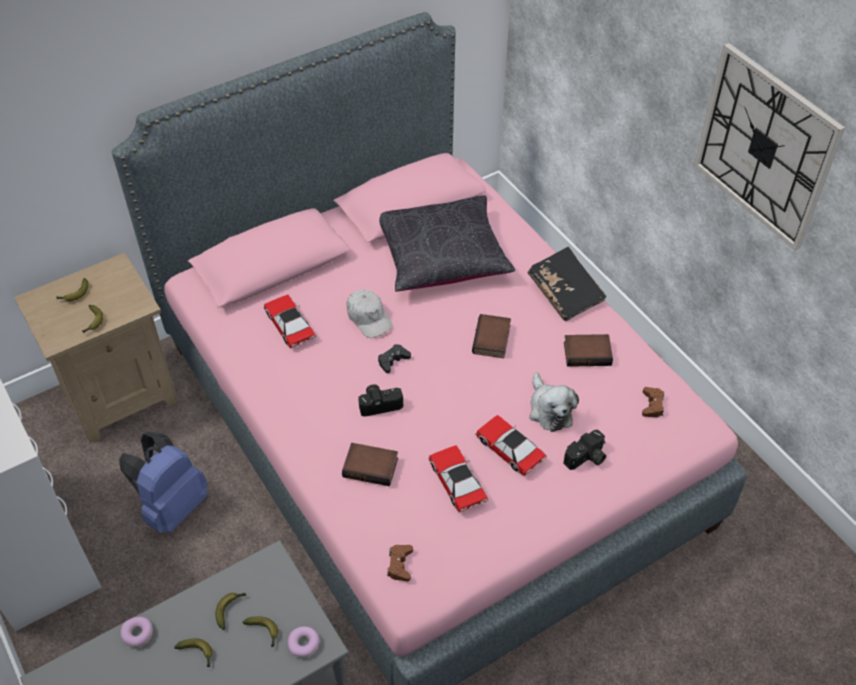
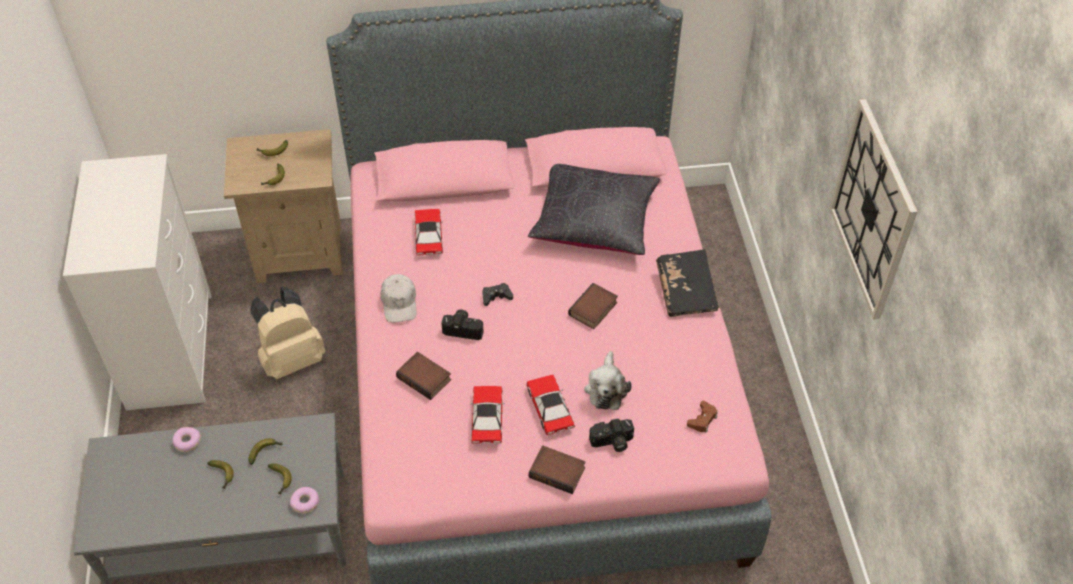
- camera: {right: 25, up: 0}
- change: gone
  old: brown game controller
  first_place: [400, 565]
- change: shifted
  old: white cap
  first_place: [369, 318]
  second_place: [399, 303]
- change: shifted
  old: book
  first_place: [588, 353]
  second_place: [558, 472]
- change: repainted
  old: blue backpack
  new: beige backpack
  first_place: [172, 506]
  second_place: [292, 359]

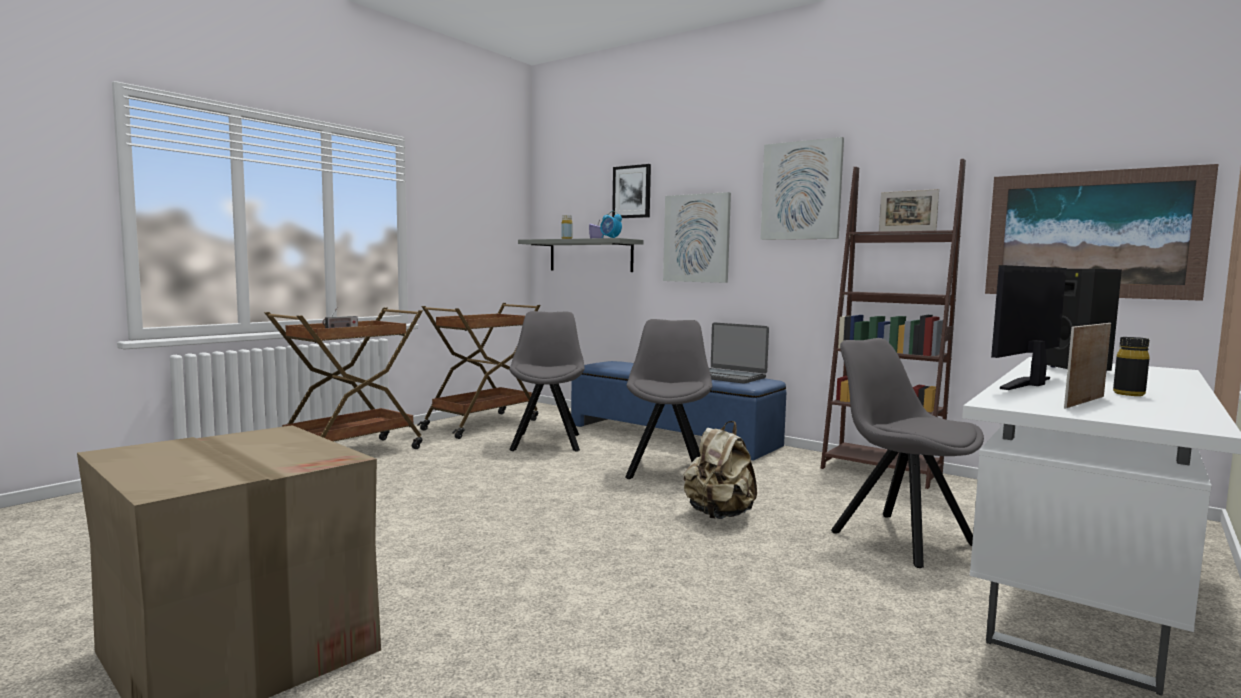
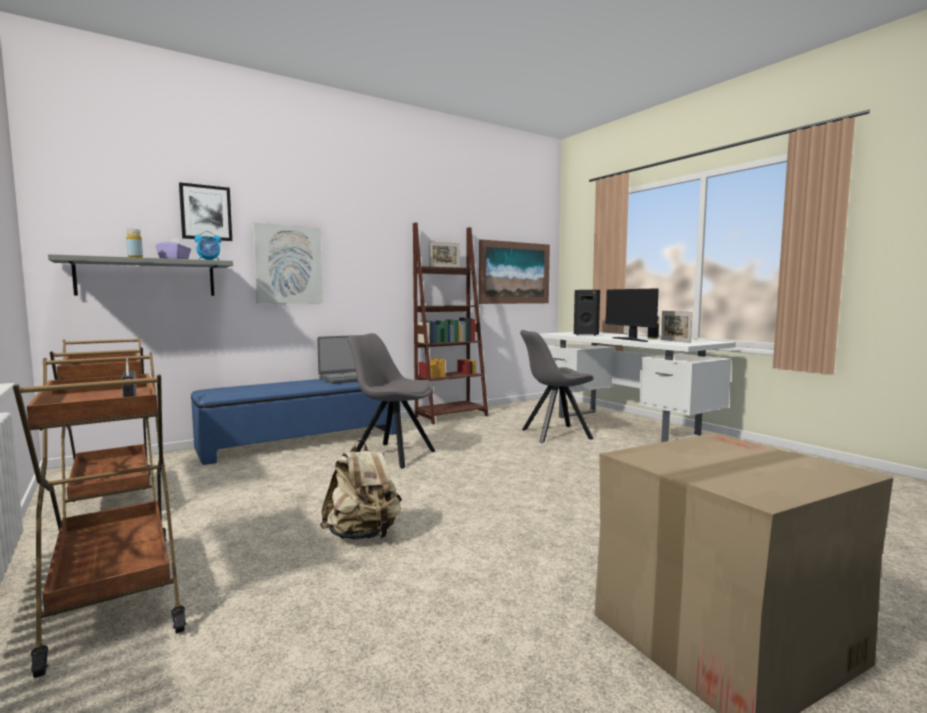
- camera: {right: -70, up: 0}
- change: gone
  old: grey chair
  first_place: [547, 442]
- change: gone
  old: picture
  first_place: [801, 190]
- change: shifted
  old: beige backpack
  first_place: [719, 515]
  second_place: [363, 535]

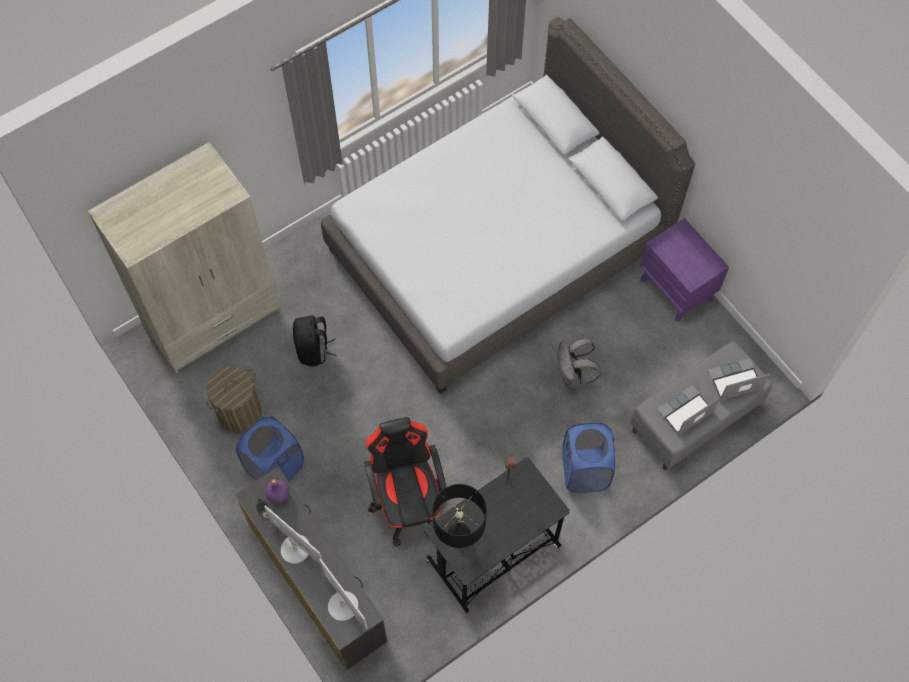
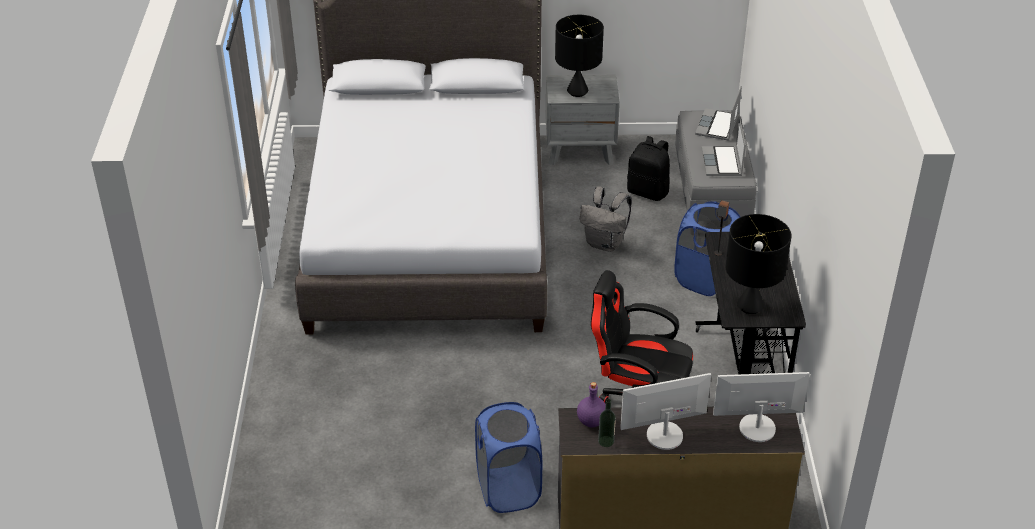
- camera: {right: -55, up: -25}
- change: gone
  old: beige wardrobe
  first_place: [212, 317]
- change: gone
  old: laundry basket
  first_place: [240, 413]
- change: new
  new: black table lamp
  second_place: [577, 92]
- change: shifted
  old: black backpack
  first_place: [314, 350]
  second_place: [648, 191]
- change: repainted
  old: purple nightstand
  new: grey nightstand
  first_place: [676, 289]
  second_place: [580, 150]

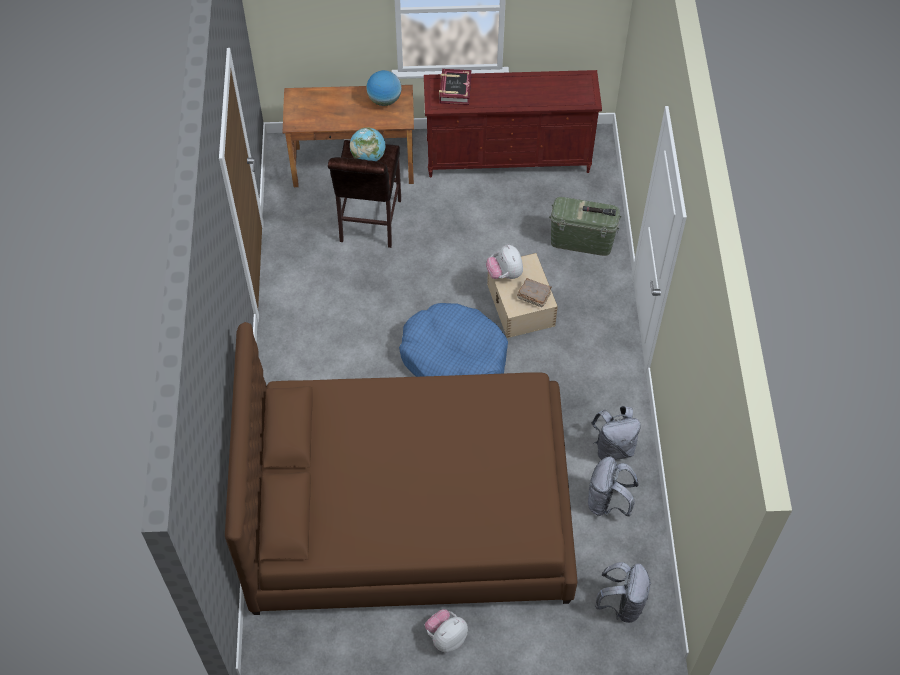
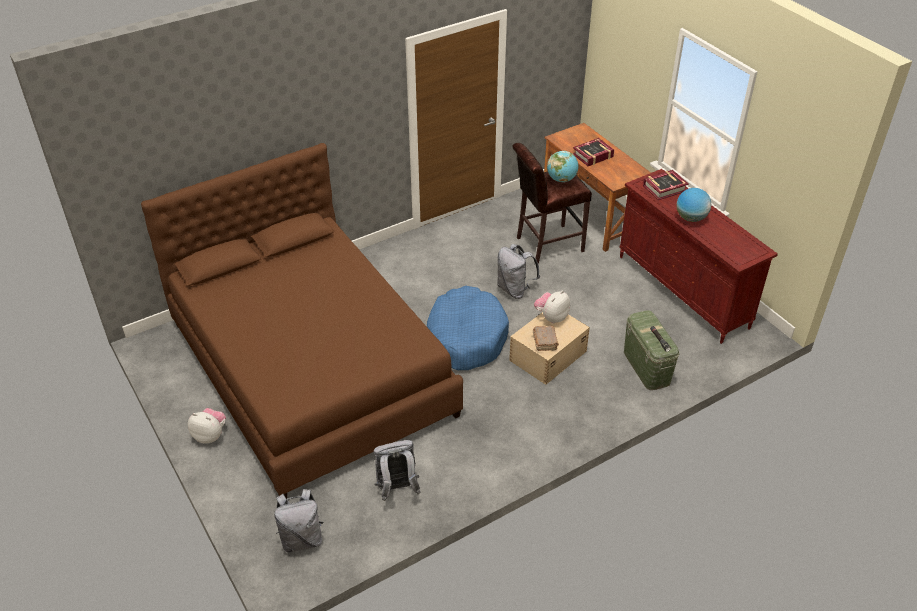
- camera: {right: 60, up: -15}
- change: new
  new: book
  second_place: [593, 156]
- change: shifted
  old: globe
  first_place: [384, 100]
  second_place: [691, 218]
- change: shifted
  old: grey backpack
  first_place: [613, 447]
  second_place: [515, 289]

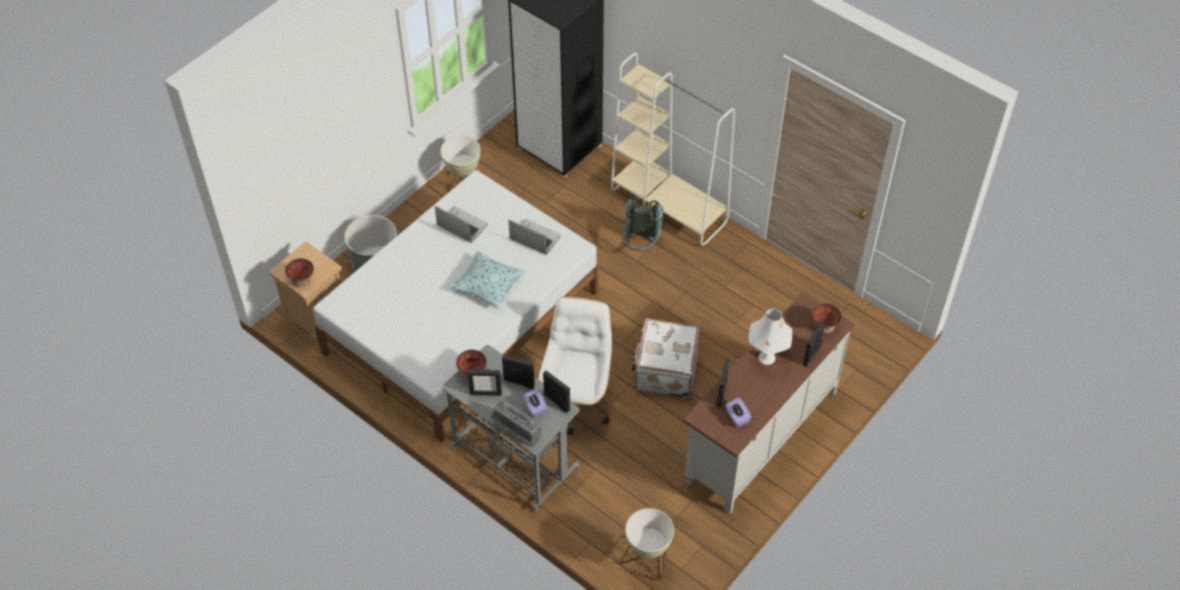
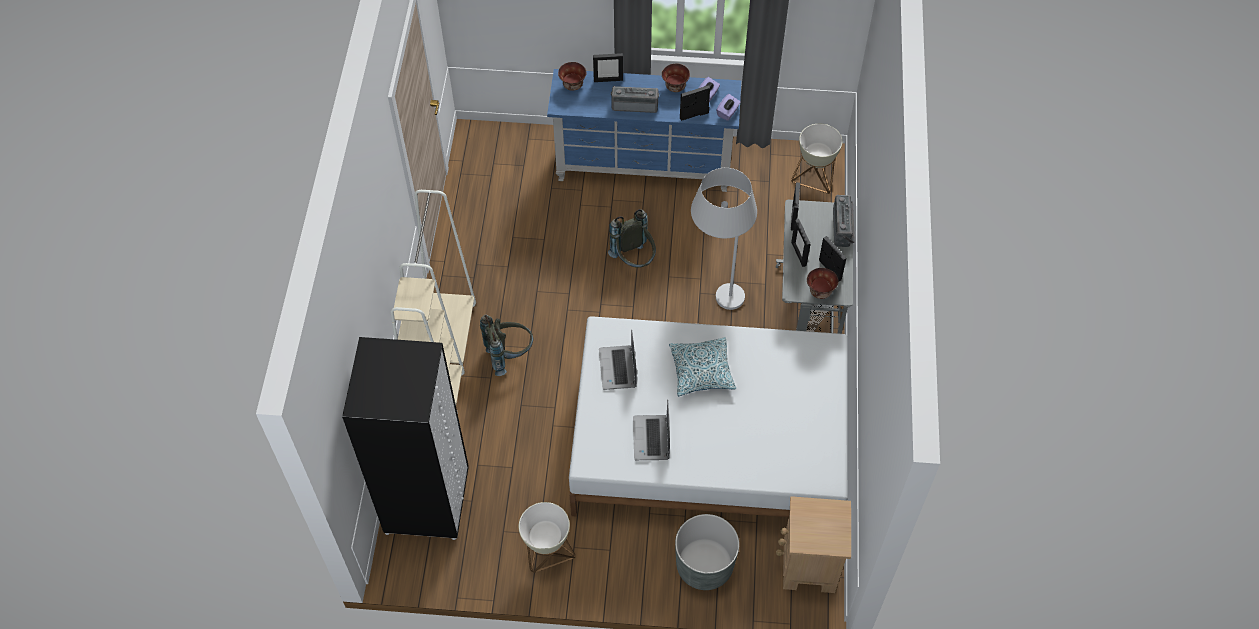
- camera: {right: -125, up: 5}
- change: shifted
  old: bowl
  first_place: [301, 281]
  second_place: [675, 87]
- change: shifted
  old: purple tissue box
  first_place: [535, 407]
  second_place: [728, 112]
- change: swapped
  old: white office chair
  new: white floor lamp
  first_place: [577, 401]
  second_place: [715, 303]
- change: swapped
  old: white suitcase
  new: grey backpack
  first_place: [664, 371]
  second_place: [634, 260]
- change: swapped
  old: white table lamp
  new: radio
  first_place: [766, 357]
  second_place: [635, 105]
- change: repainted
  old: brown dresser
  new: blue dresser
  first_place: [759, 436]
  second_place: [645, 167]

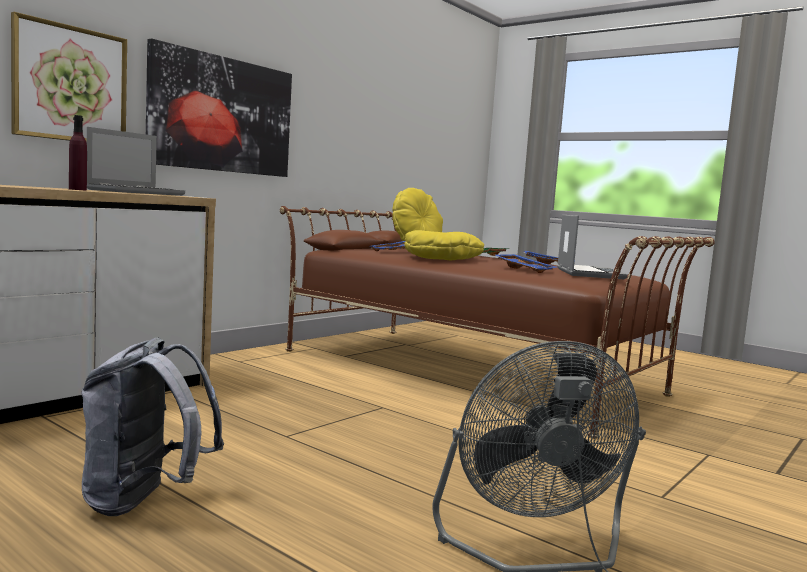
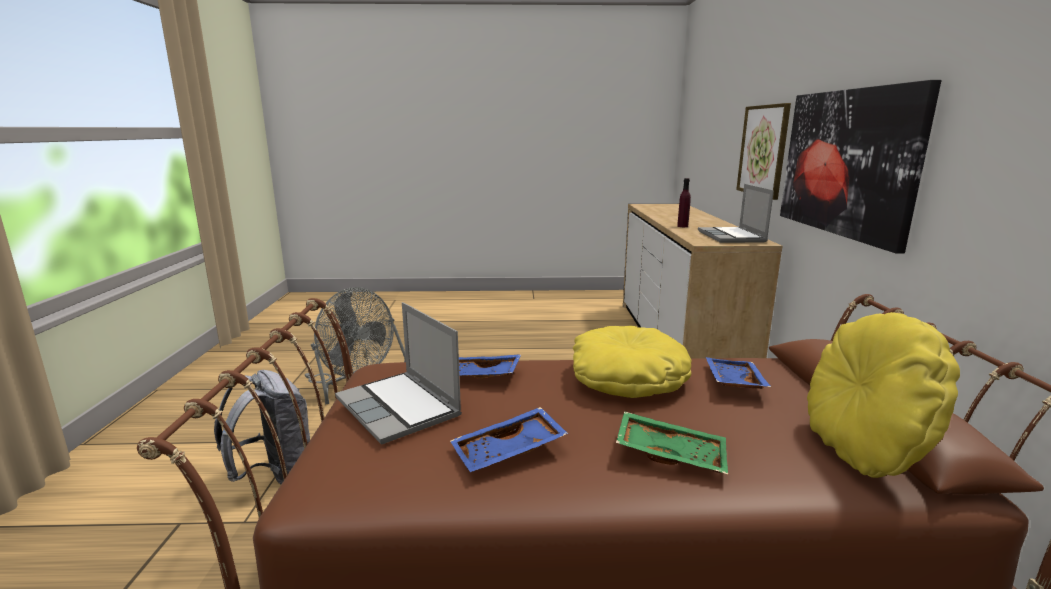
- camera: {right: 140, up: 10}
- change: shifted
  old: grey backpack
  first_place: [145, 501]
  second_place: [275, 475]

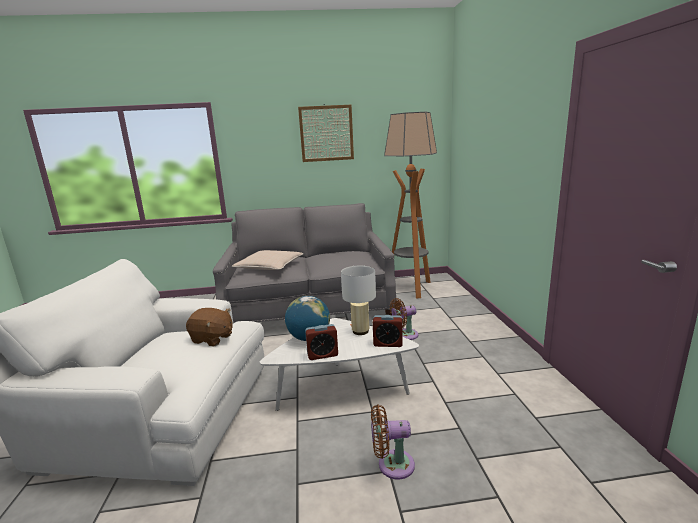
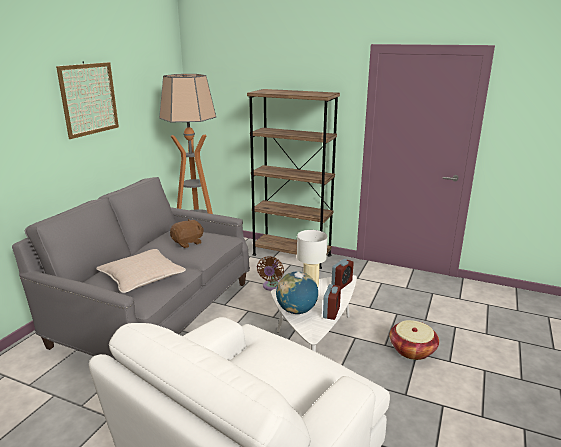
- camera: {right: -60, up: 5}
- change: new
  new: brown bookcase
  second_place: [291, 255]
- change: shifted
  old: brown plush toy
  first_place: [212, 339]
  second_place: [188, 243]
- change: swapped
  old: brown fan
  new: basket
  first_place: [392, 465]
  second_place: [412, 350]

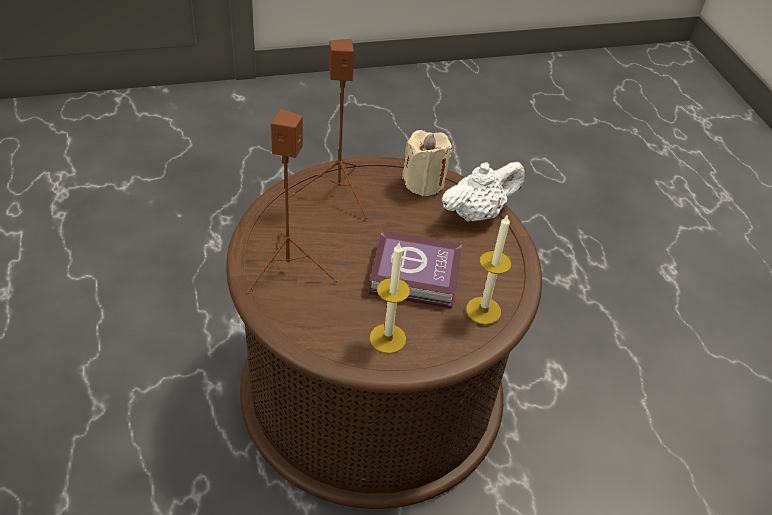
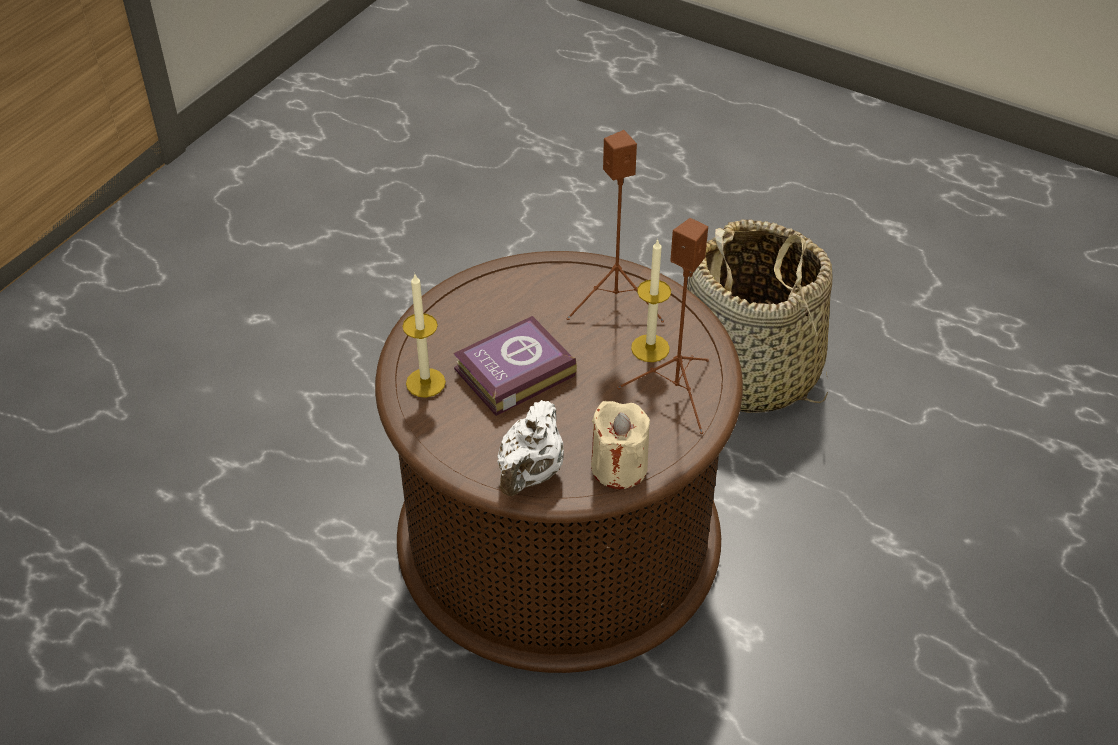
- camera: {right: 140, up: 0}
- change: new
  new: basket
  second_place: [750, 372]
- change: shifted
  old: candle
  first_place: [387, 338]
  second_place: [650, 348]

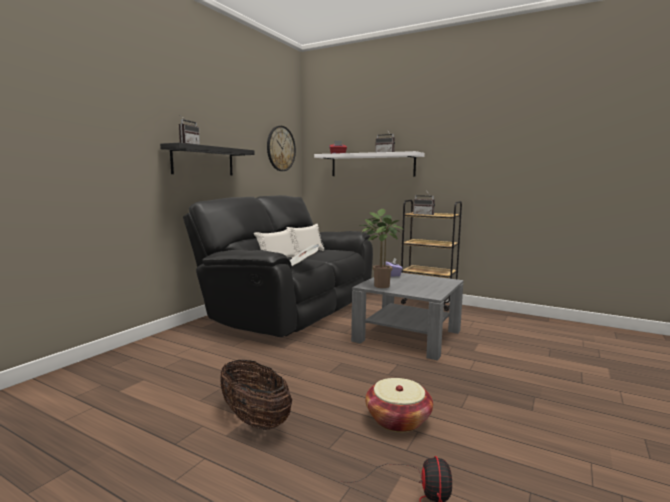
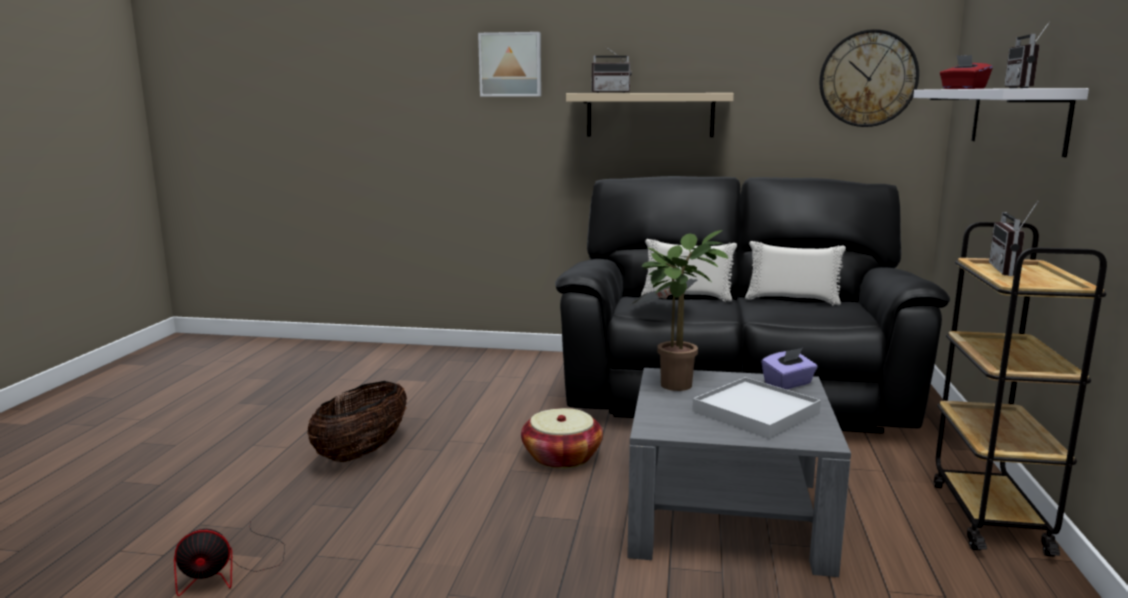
- camera: {right: 70, up: 5}
- change: new
  new: picture
  second_place: [510, 64]
- change: new
  new: white tray
  second_place: [756, 412]
- change: shifted
  old: basket
  first_place: [398, 419]
  second_place: [562, 457]
- change: repainted
  old: black shelf
  new: beige shelf
  first_place: [203, 161]
  second_place: [650, 115]

